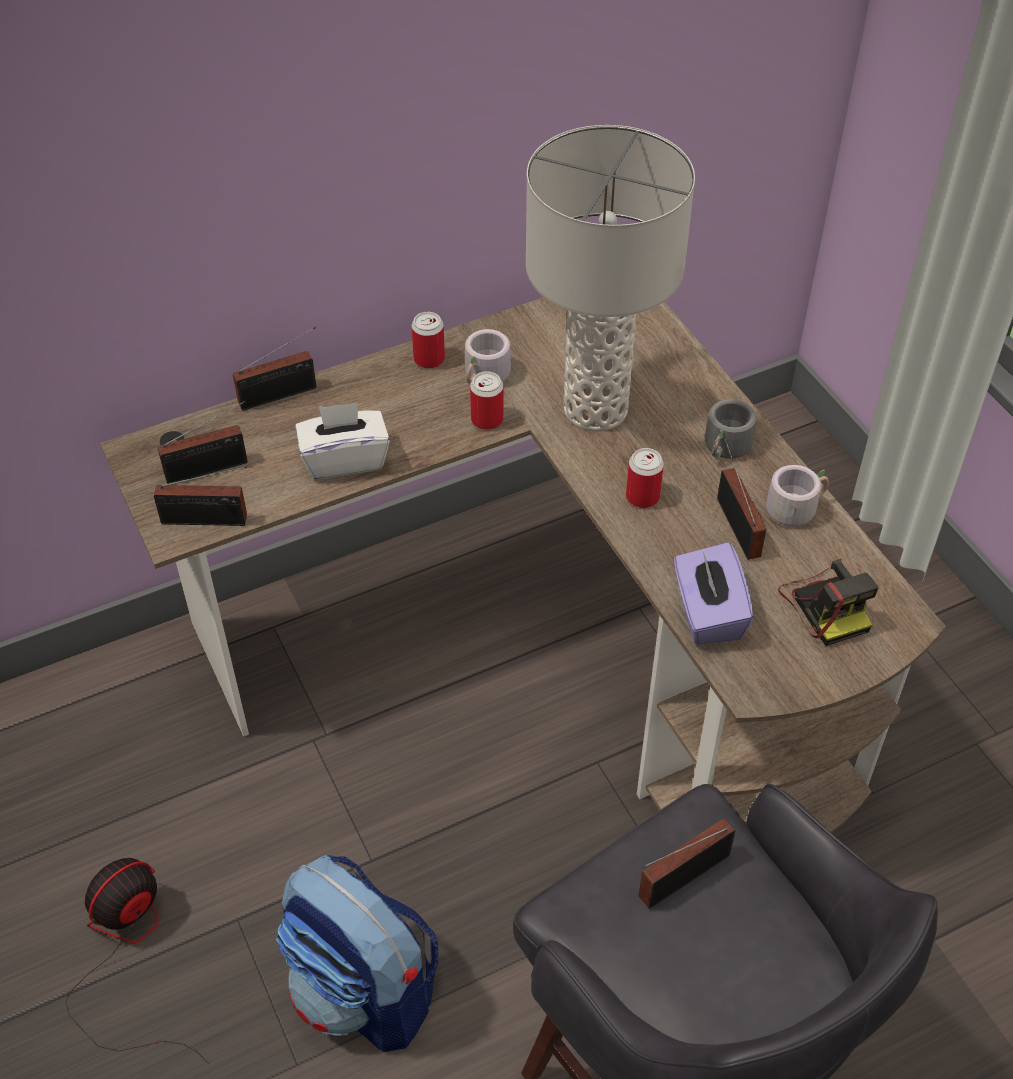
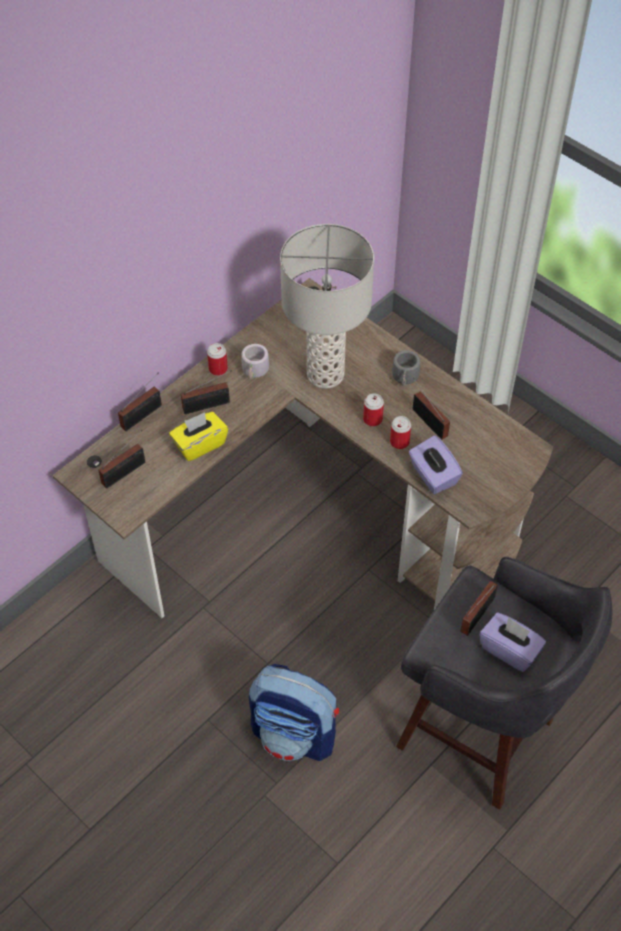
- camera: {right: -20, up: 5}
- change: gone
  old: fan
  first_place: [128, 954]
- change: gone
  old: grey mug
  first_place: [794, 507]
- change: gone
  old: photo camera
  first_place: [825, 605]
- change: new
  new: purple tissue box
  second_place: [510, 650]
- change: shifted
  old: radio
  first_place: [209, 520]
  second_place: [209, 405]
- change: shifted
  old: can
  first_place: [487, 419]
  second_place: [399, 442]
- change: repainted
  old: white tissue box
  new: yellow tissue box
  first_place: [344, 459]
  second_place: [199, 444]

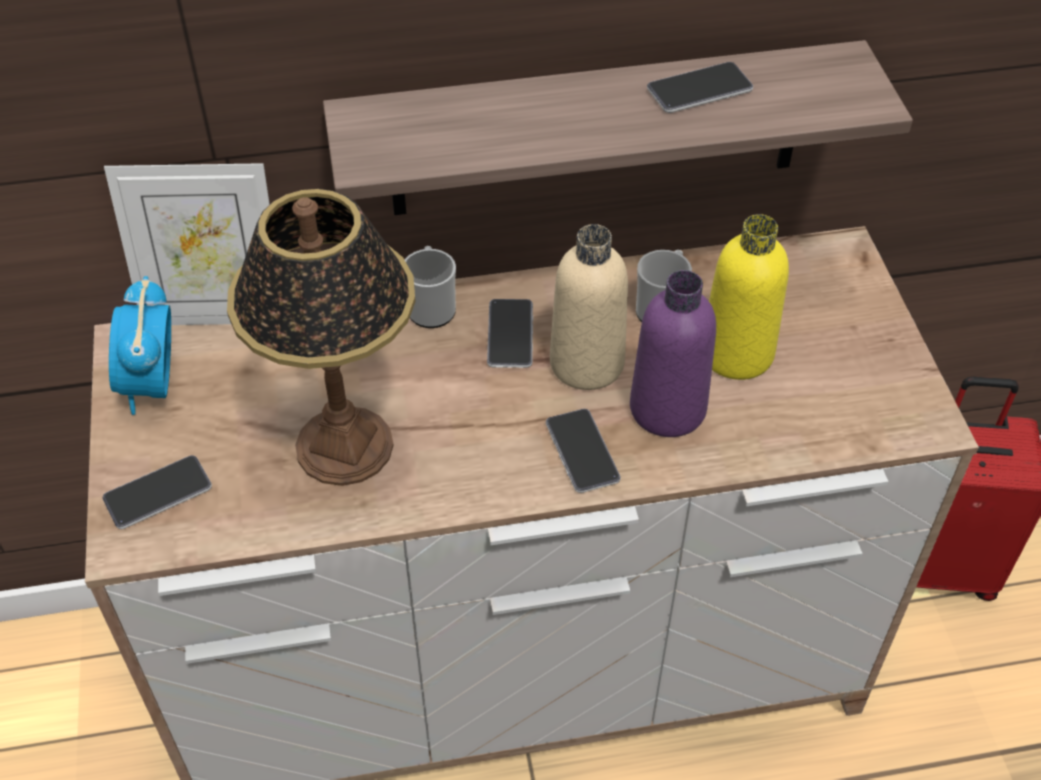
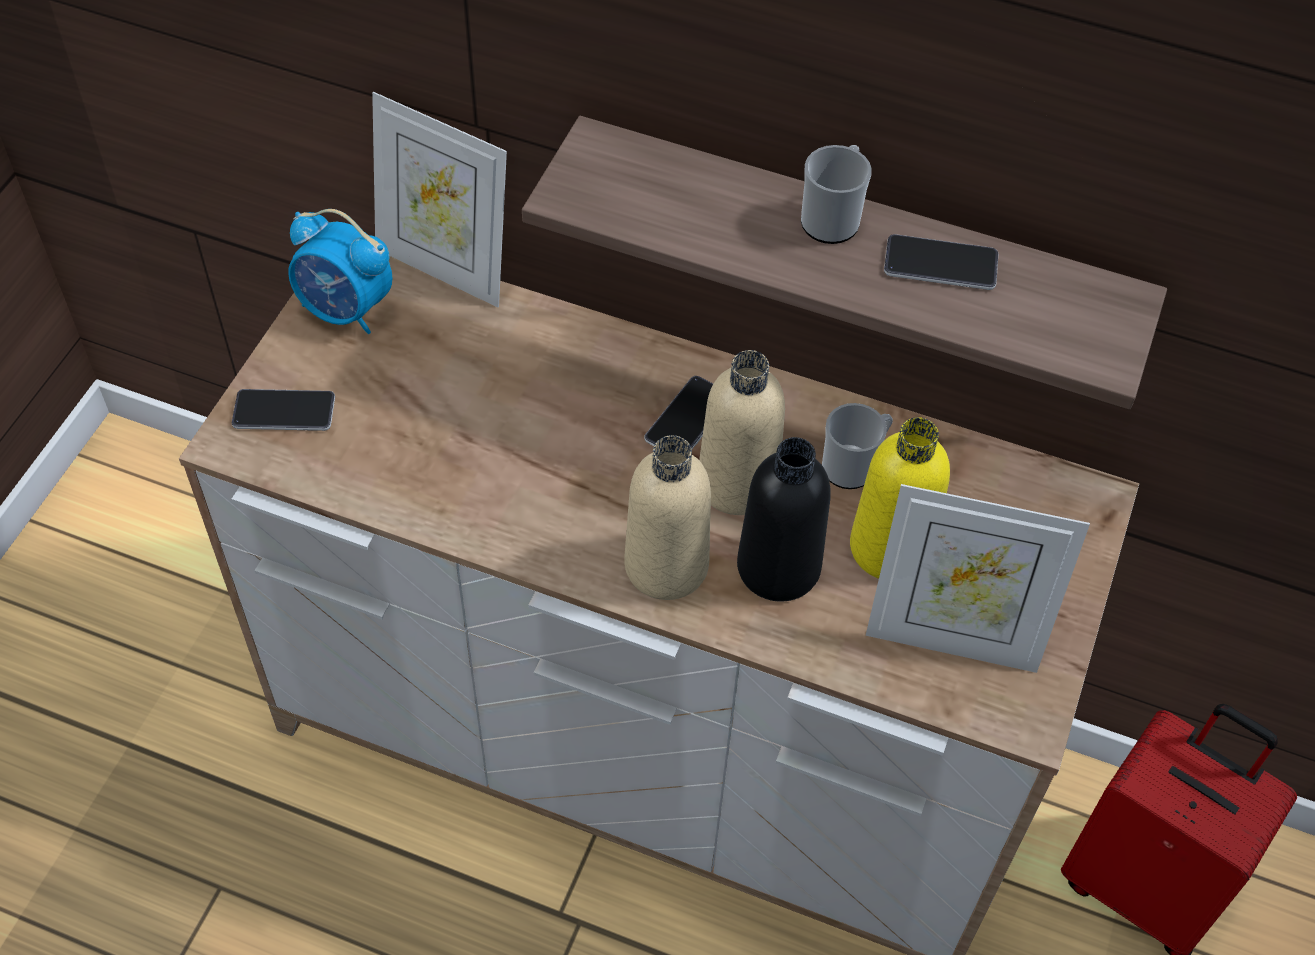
- camera: {right: 30, up: 5}
- change: gone
  old: table lamp
  first_place: [346, 445]
- change: new
  new: picture frame
  second_place: [953, 638]
- change: shifted
  old: mug
  first_place: [431, 307]
  second_place: [832, 218]
- change: swapped
  old: phone
  new: beige bottle
  first_place: [582, 451]
  second_place: [666, 566]
- change: repainted
  old: purple bottle
  new: black bottle
  first_place: [667, 409]
  second_place: [778, 567]
- change: rotated
  old: alarm clock
  first_place: [152, 385]
  second_place: [346, 310]
  degrees: -90

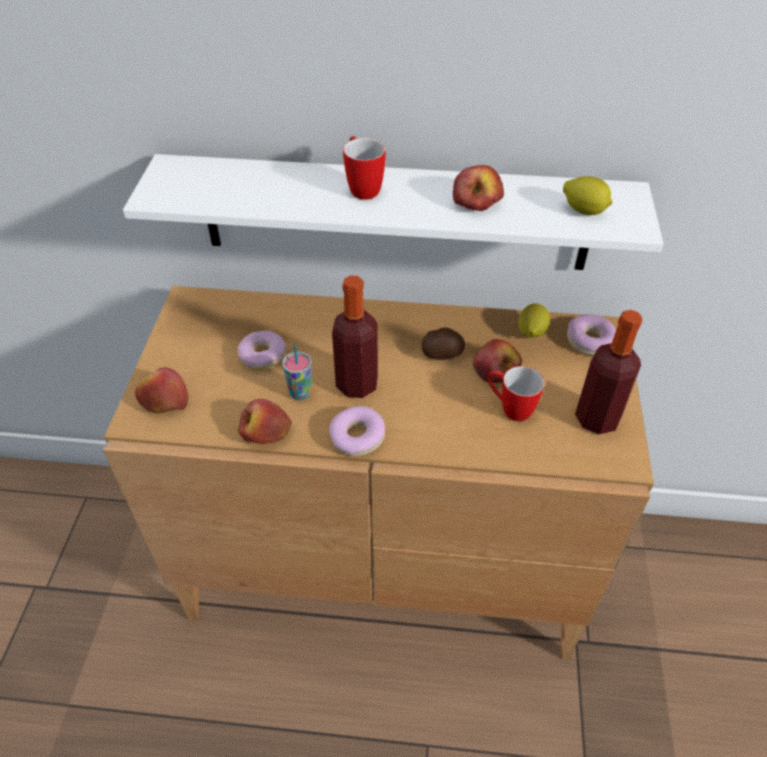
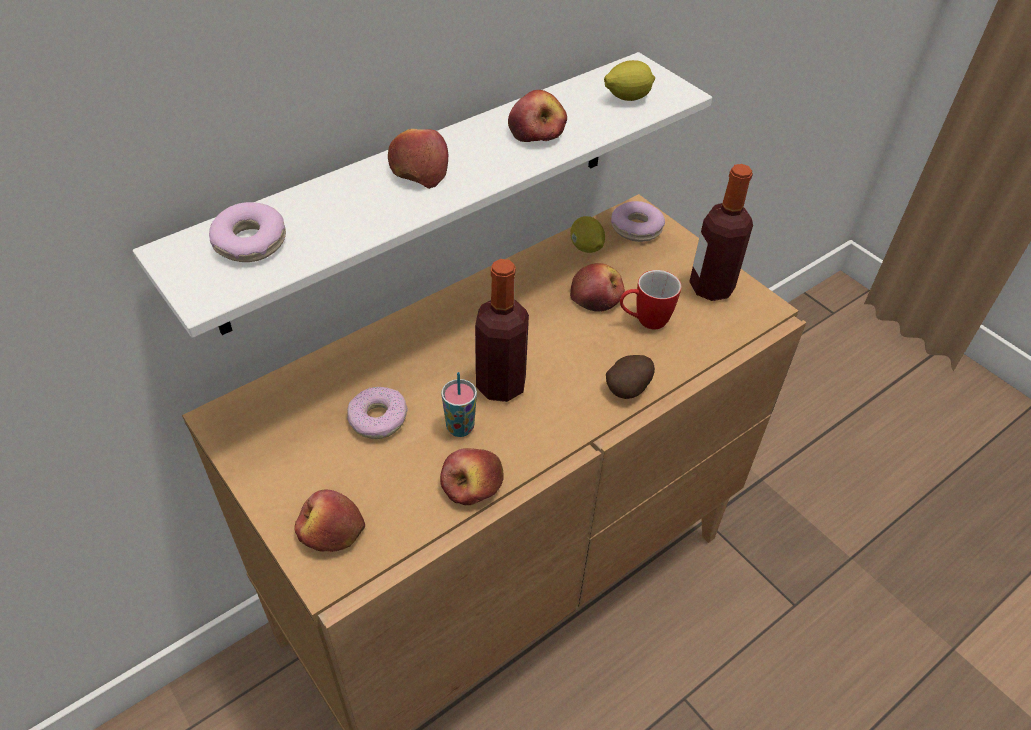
- camera: {right: -45, up: 0}
- change: shifted
  old: donut
  first_place: [357, 437]
  second_place: [250, 243]
- change: shifted
  old: potato
  first_place: [442, 355]
  second_place: [629, 388]
- change: swapped
  old: mug
  new: apple
  first_place: [362, 187]
  second_place: [419, 170]

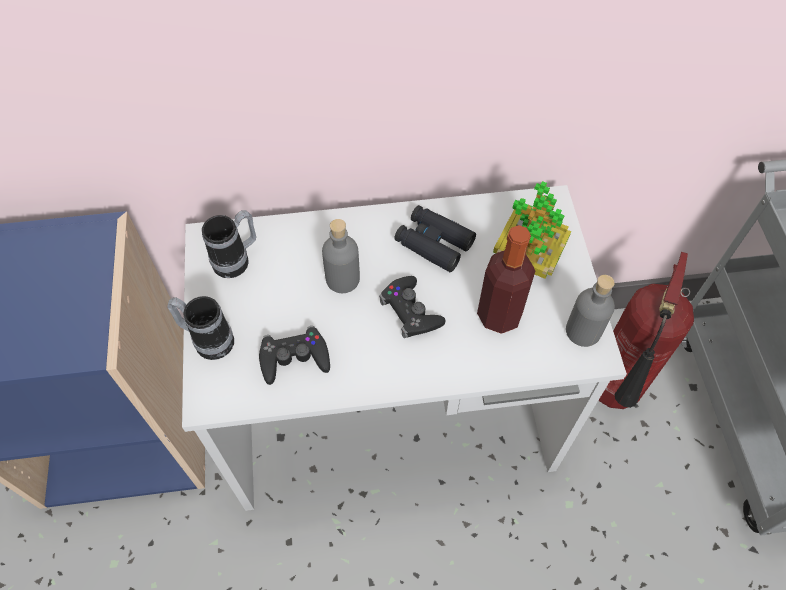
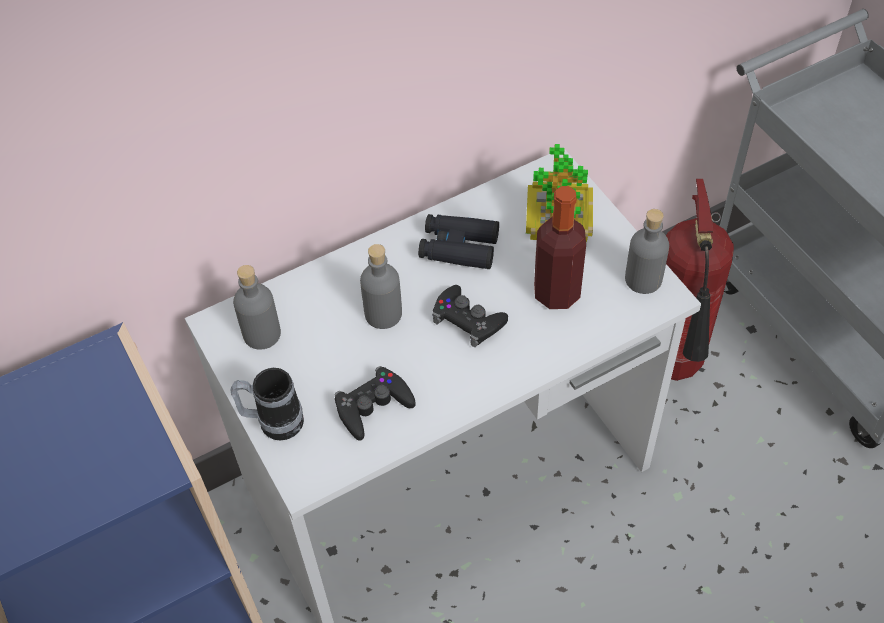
- camera: {right: -20, up: -5}
- change: swapped
  old: mug
  new: grey bottle
  first_place: [237, 260]
  second_place: [262, 334]

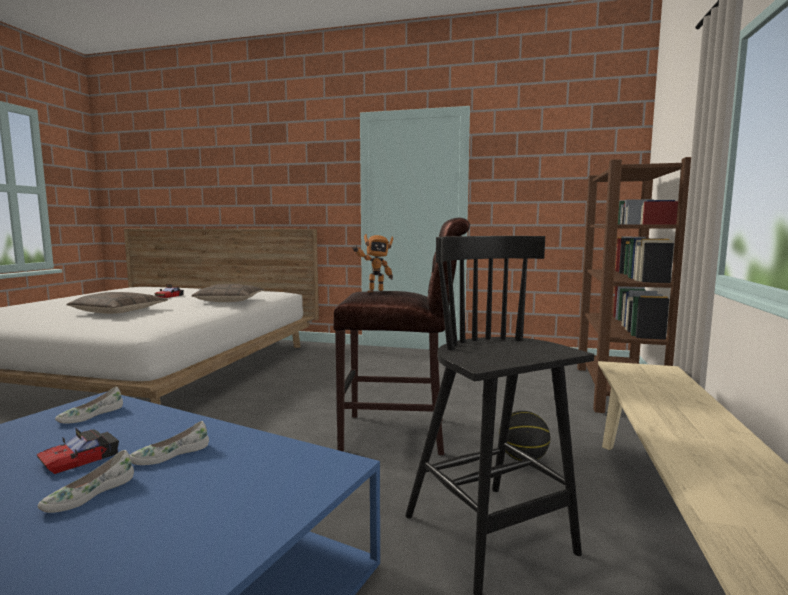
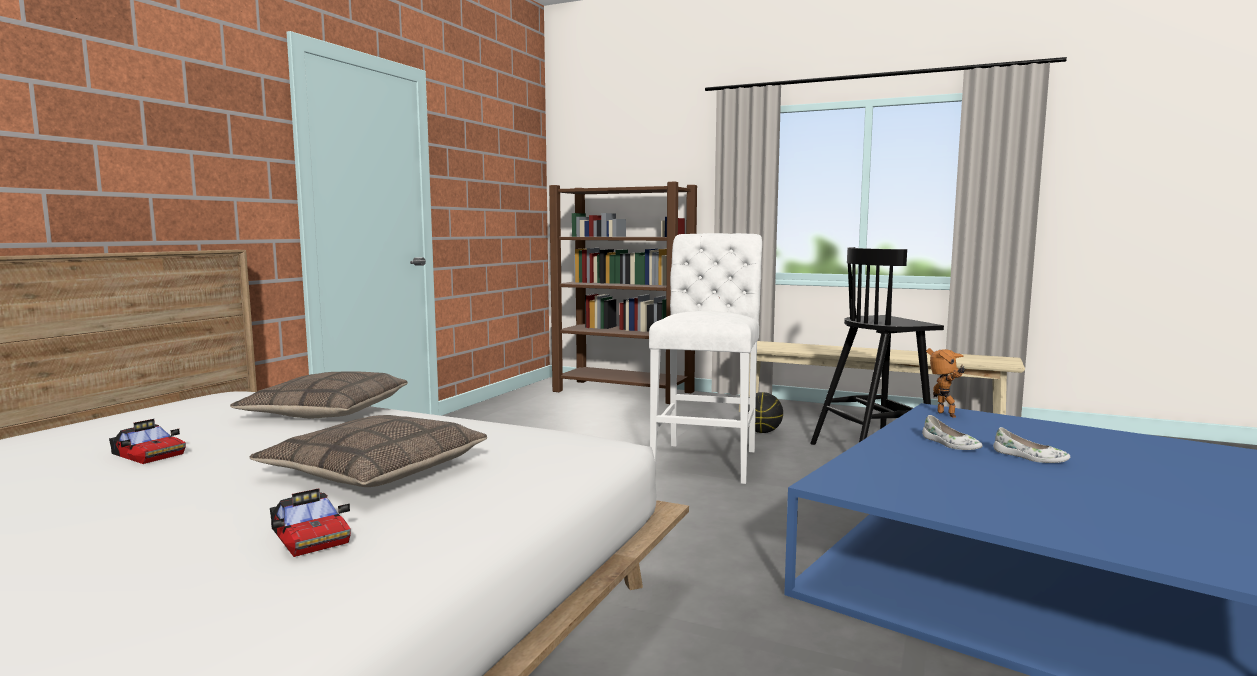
- camera: {right: -80, up: 0}
- change: gone
  old: white shoe
  first_place: [90, 415]
- change: shifted
  old: toy car
  first_place: [80, 459]
  second_place: [310, 536]
- change: shifted
  old: toy robot
  first_place: [373, 291]
  second_place: [944, 415]
- change: repainted
  old: brown stool
  new: white stool
  first_place: [401, 434]
  second_place: [708, 460]

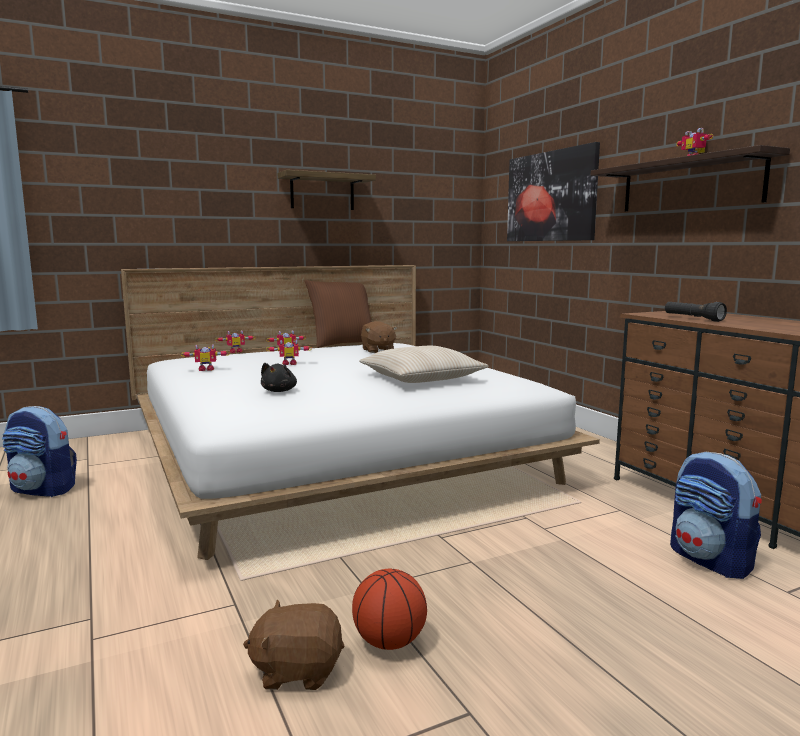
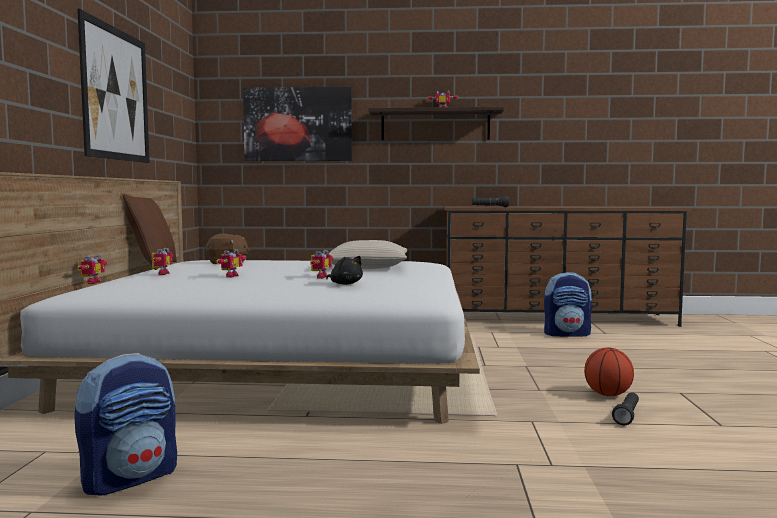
- camera: {right: -60, up: -5}
- change: shifted
  old: toy robot
  first_place: [206, 369]
  second_place: [319, 277]
- change: swapped
  old: brown plush toy
  new: black flashlight
  first_place: [297, 670]
  second_place: [627, 416]
- change: swapped
  old: shelf
  new: picture
  first_place: [322, 192]
  second_place: [116, 94]

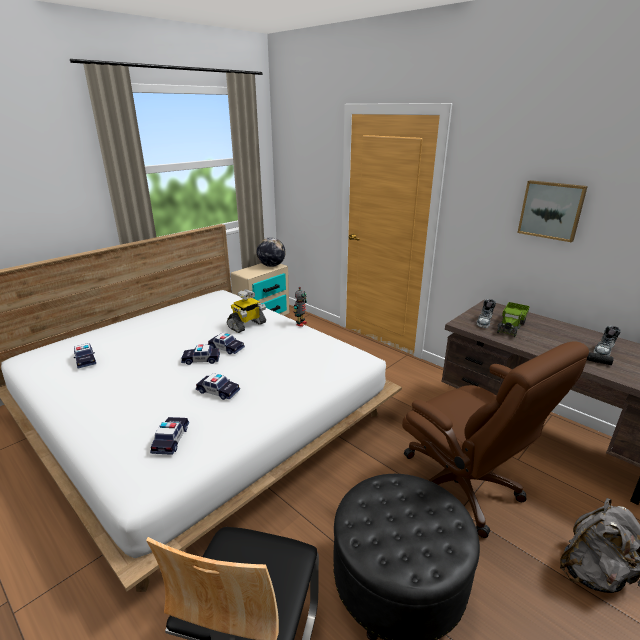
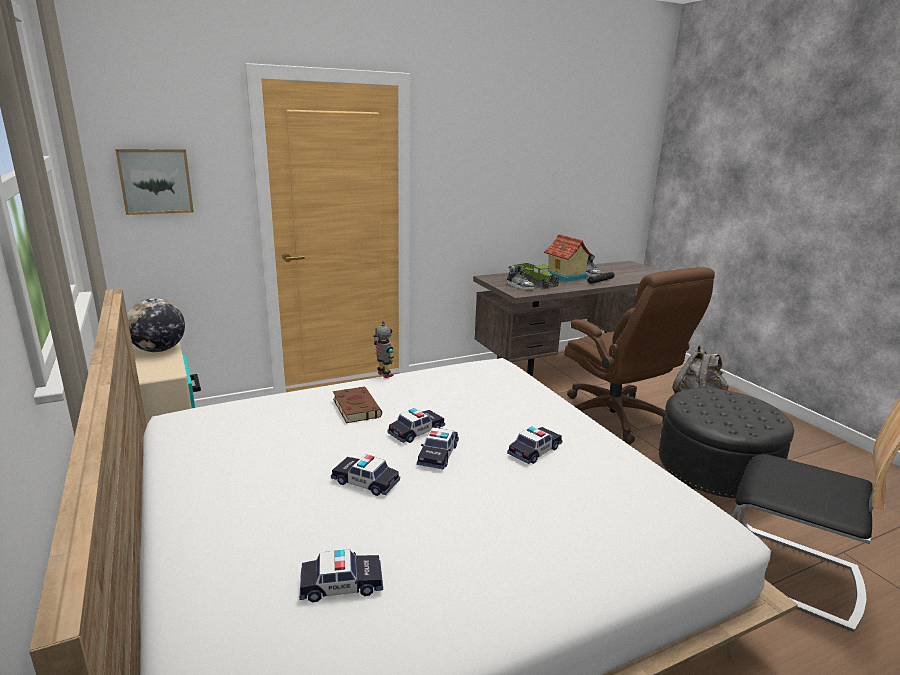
- camera: {right: -70, up: -5}
- change: new
  new: toy house
  second_place: [565, 276]
- change: shifted
  old: toy car
  first_place: [171, 439]
  second_place: [365, 482]
- change: shifted
  old: picture
  first_place: [551, 210]
  second_place: [156, 181]
- change: swapped
  old: toy robot
  new: brown book
  first_place: [247, 325]
  second_place: [355, 407]
- change: rotated
  old: brown office chair
  first_place: [463, 492]
  second_place: [617, 420]
  degrees: 75

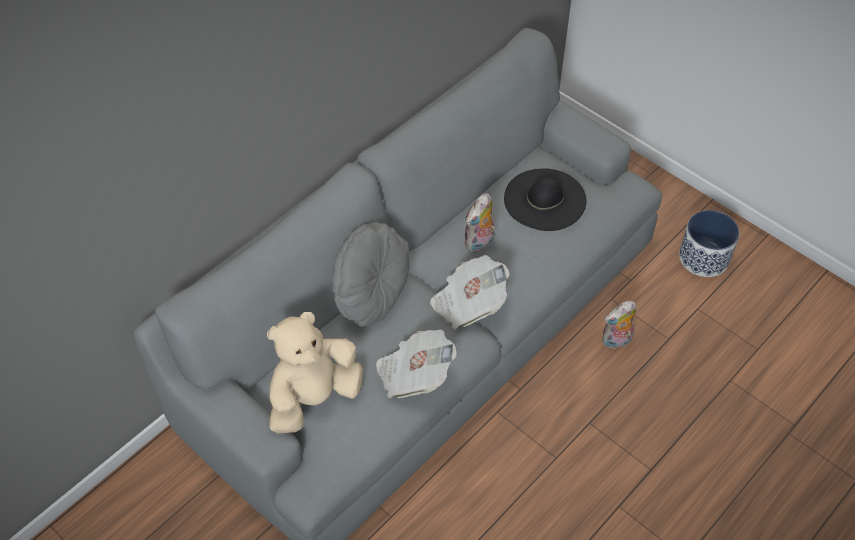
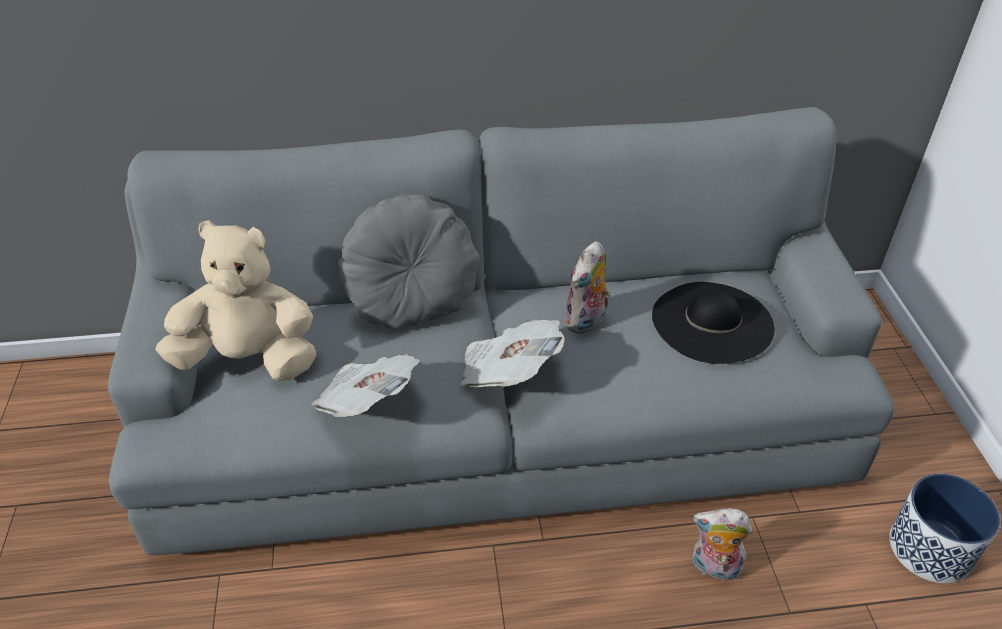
- camera: {right: 40, up: -10}
- change: rotated
  old: plush toy
  first_place: [479, 243]
  second_place: [586, 322]
  degrees: -45

